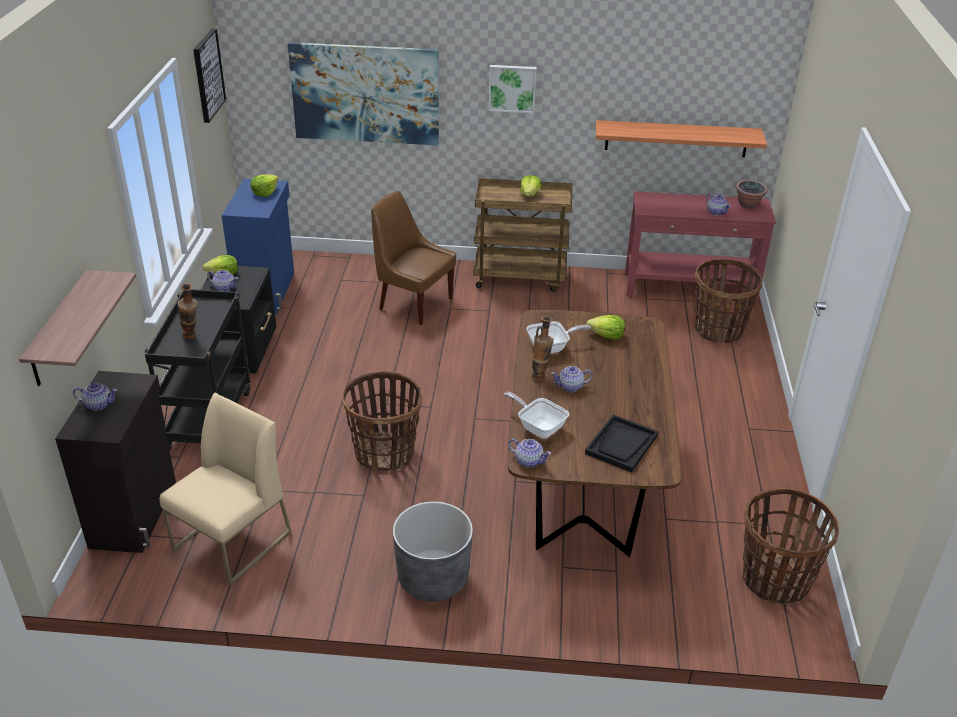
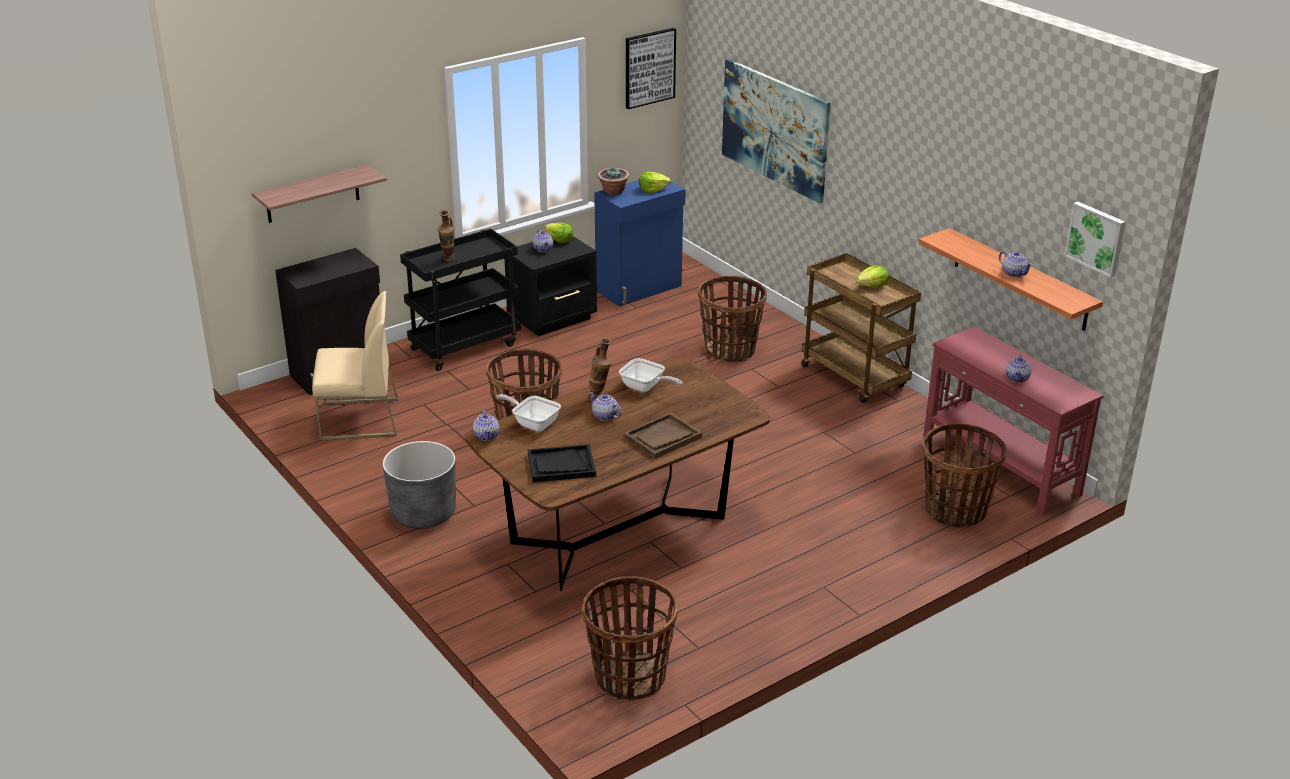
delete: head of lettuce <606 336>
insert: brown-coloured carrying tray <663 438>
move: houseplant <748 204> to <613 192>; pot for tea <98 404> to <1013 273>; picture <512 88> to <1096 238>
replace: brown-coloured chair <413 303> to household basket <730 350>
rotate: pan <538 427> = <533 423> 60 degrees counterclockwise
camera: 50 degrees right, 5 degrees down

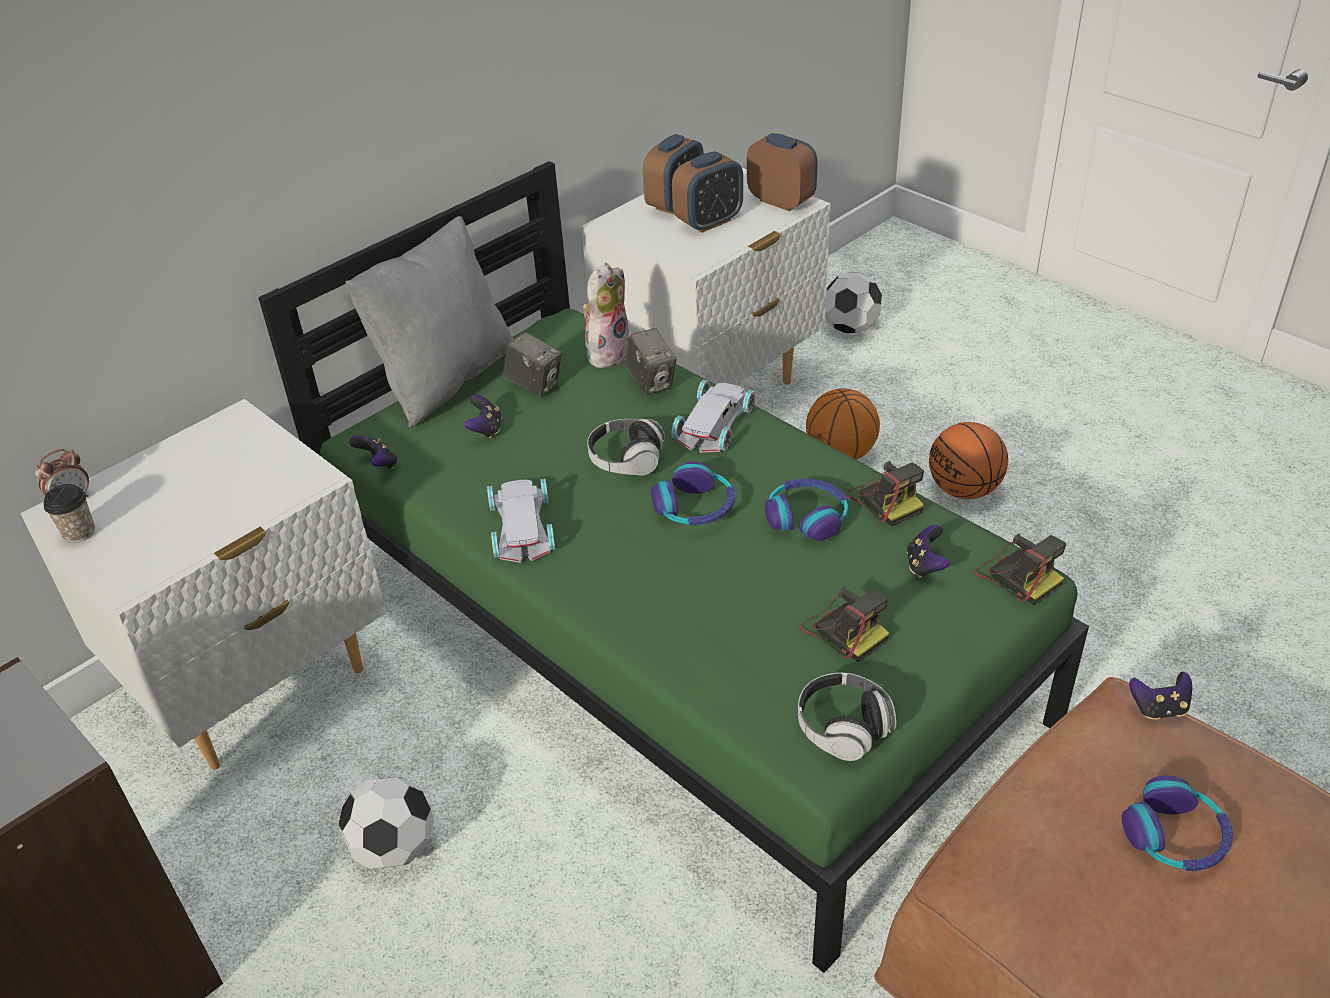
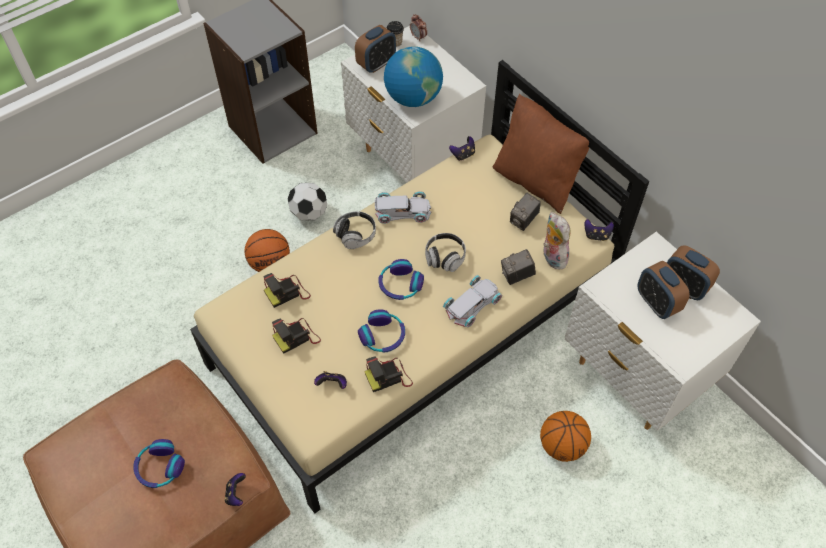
delete: football ball <850 328>
insert: world globe <413 98>
move: ball for basketball <964 489> to <270 264>; still camera <1017 575> to <287 292>; pair of headphones <843 728> to <356 235>; bedside clock <781 201> to <376 64>; joypad <486 429> to <596 235>
recolor: green bedroom bed <674 636> to beige bedroom bed <412 330>; gray throw pillow <445 379> to brown-coloured throw pillow <536 181>
rotate: whitish model car <716 422> = <473 304> 75 degrees counterclockwise; soft toy <607 352> = <552 257> 150 degrees counterclockwise
camera: 95 degrees right, 15 degrees up

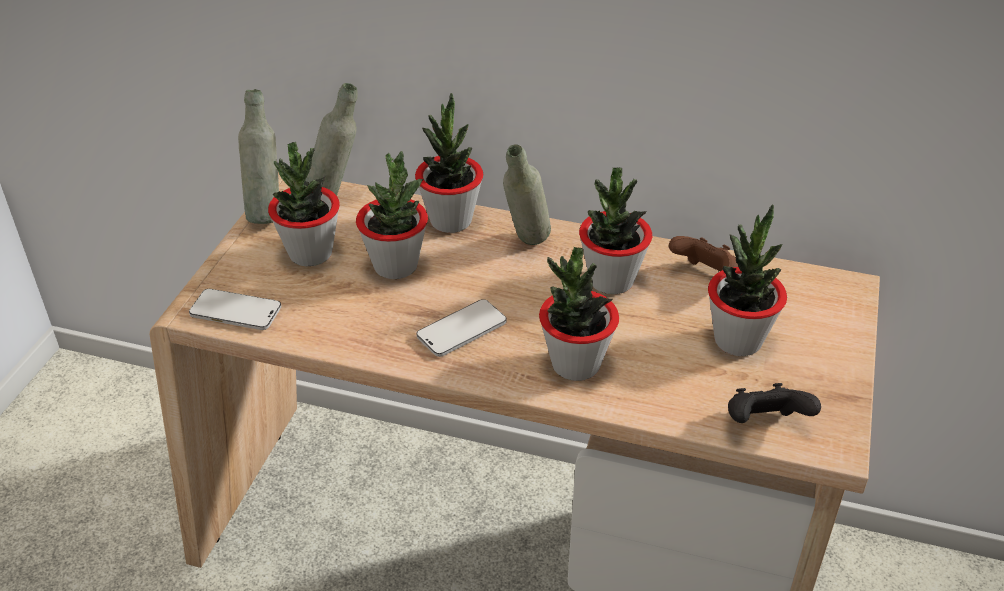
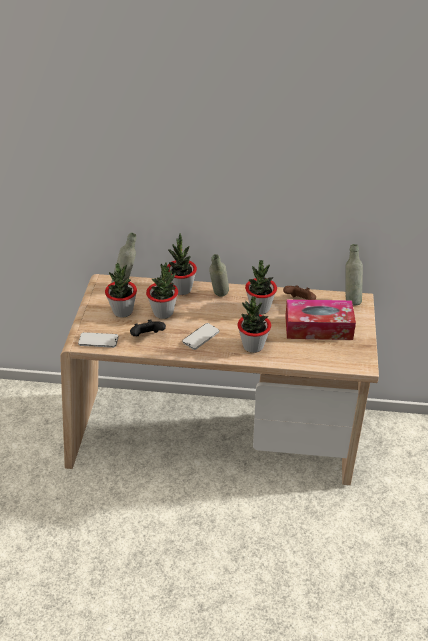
move: black-coloured joypad <764 424> to <147 337>; gray drink bottle <266 213> to <350 300>
replace: houseplant <738 340> to box of tissues <318 327>
camera: 10 degrees left, 0 degrees up

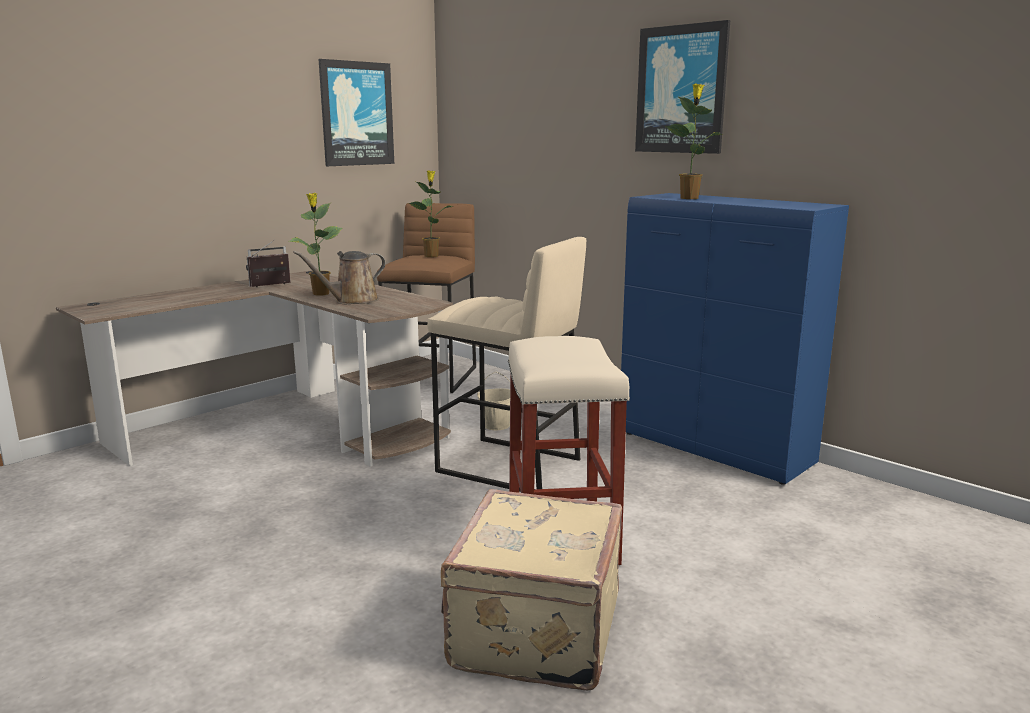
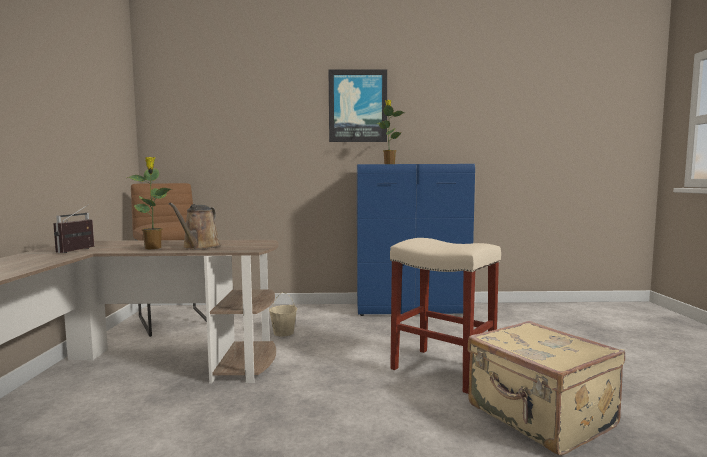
delete: picture <356 114>; houseplant <431 256>; beige stool seat <508 466>
camera: 45 degrees left, 10 degrees down

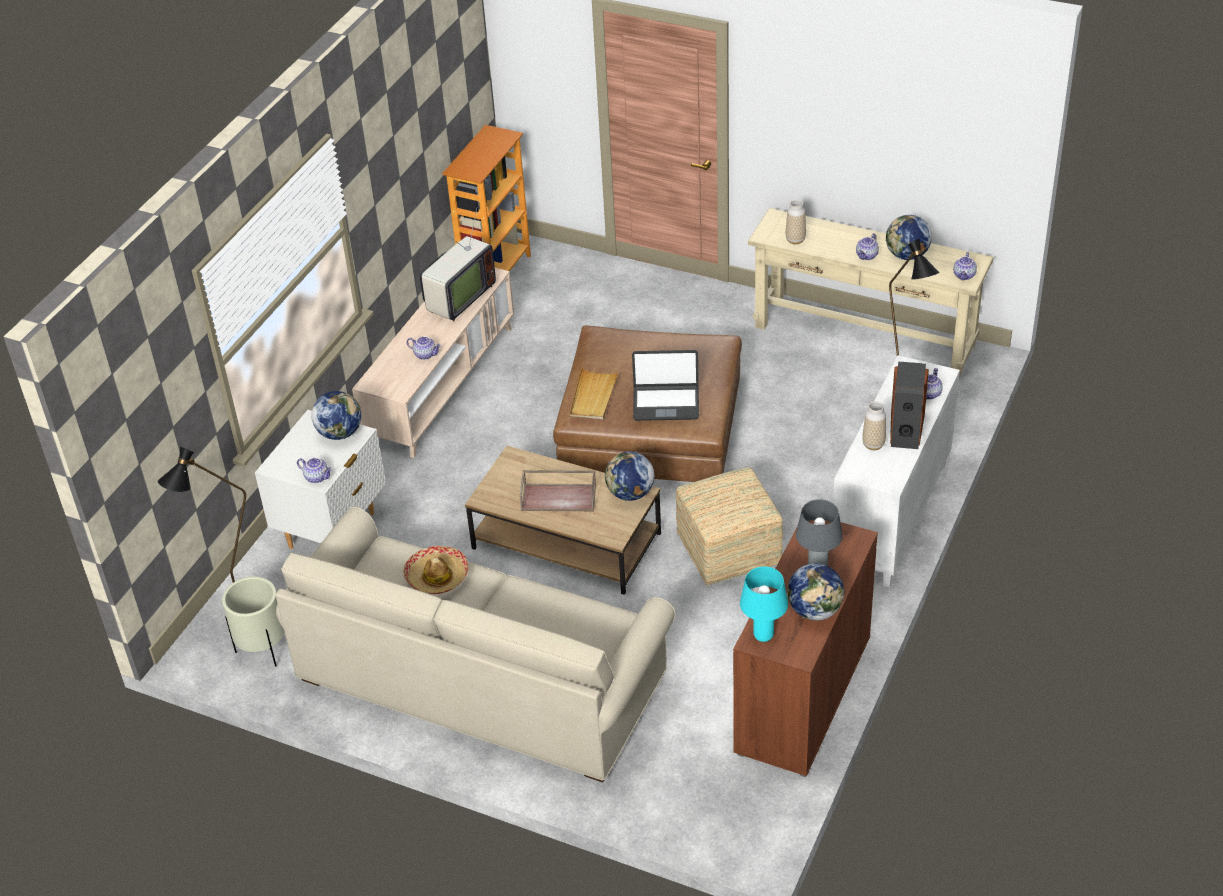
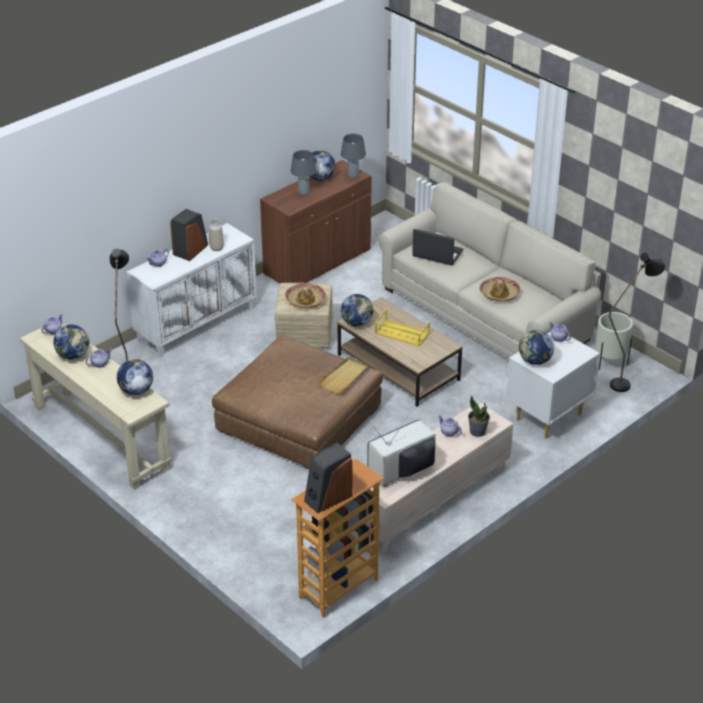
insert: clothing hat <305 300>; speaker <328 497>; houseplant <477 431>
move: portable computer <666 403> to <437 254>
replace: decorative vase <795 240> to world globe <136 391>
recolor: blue-green tabletop lamp <764 636> to gray tabletop lamp <352 176>; brown-coloured carrying tray <559 497> to yellowish carrying tray <401 333>
camera: 160 degrees left, 5 degrees down

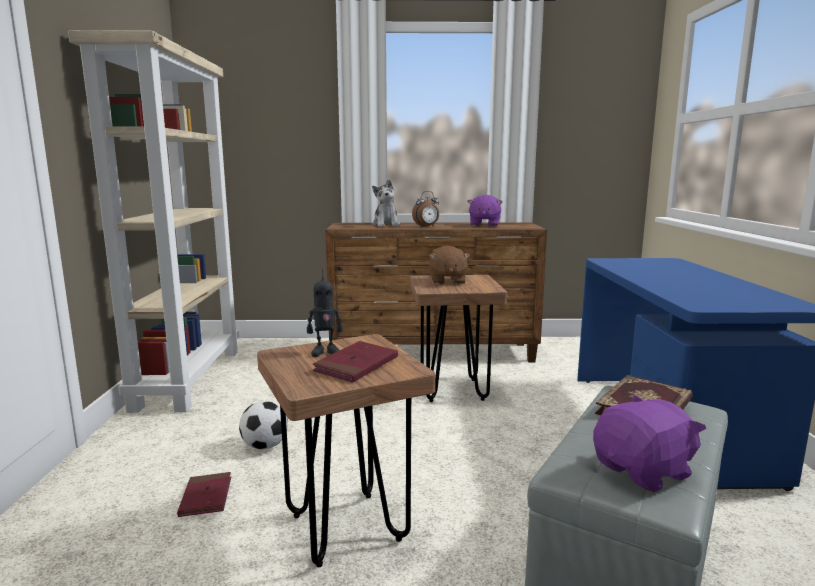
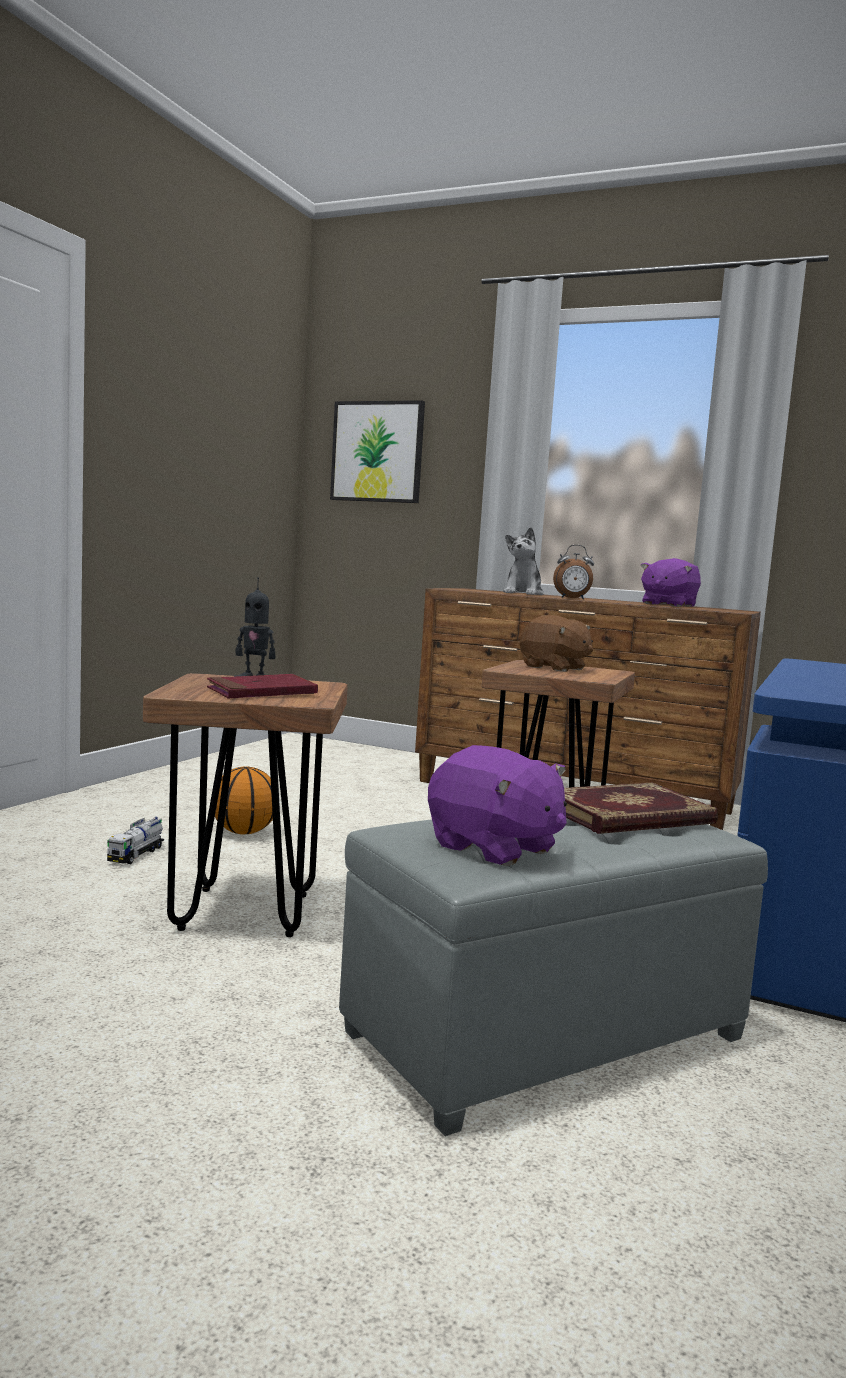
delete: beige shelving unit <188 377>
insert: picture <377 452>
replace: reddish volume <206 497> to toy lorry <136 854>; football ball <265 446> to ball for basketball <244 832>
rotate: purple soft toy <644 471> = <494 848> 45 degrees clockwise; brown-coloured soft toy <447 281> = <554 668> 75 degrees counterclockwise
camera: 25 degrees right, 5 degrees down

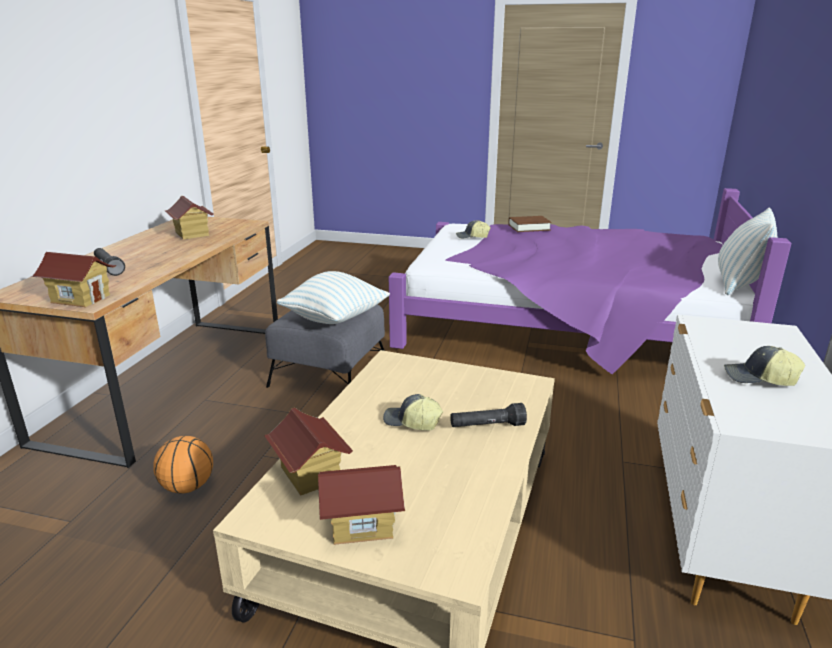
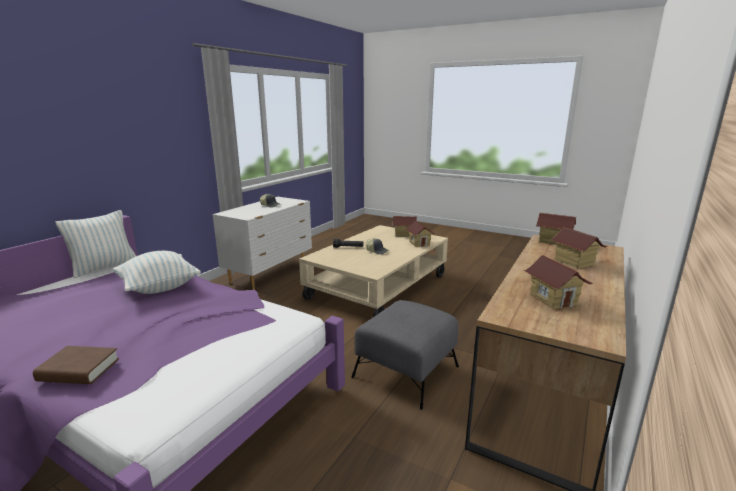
delete: ball for basketball <187 486>; baseball cap <472 237>
move: throw pillow <335 319> to <159 288>
replace: black-coloured hand torch <109 268> to toy house <574 262>
camera: 165 degrees left, 5 degrees down

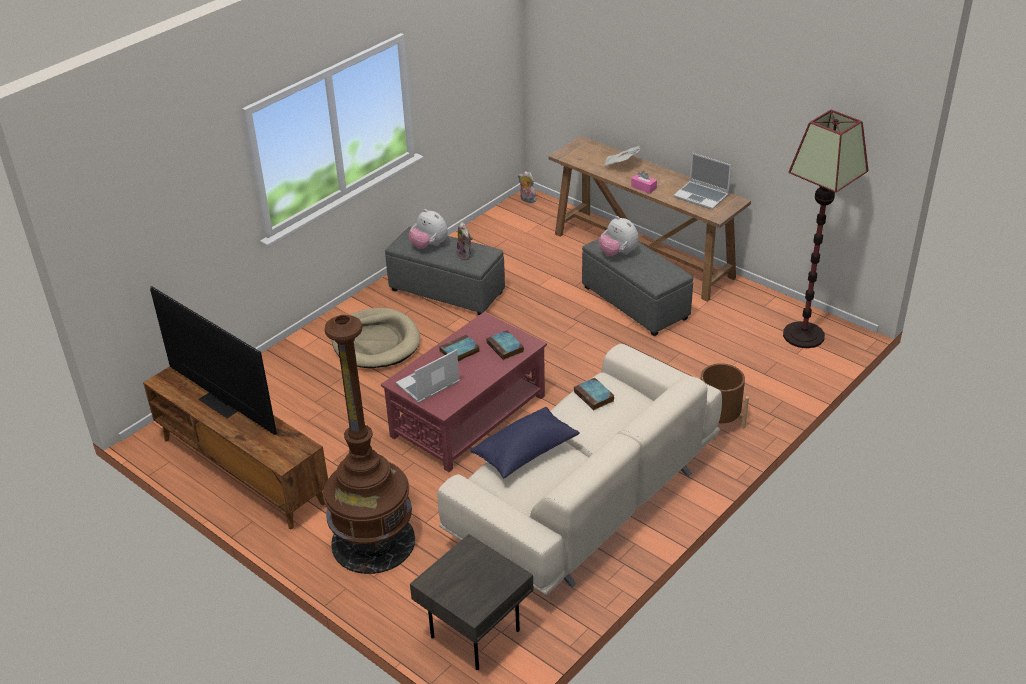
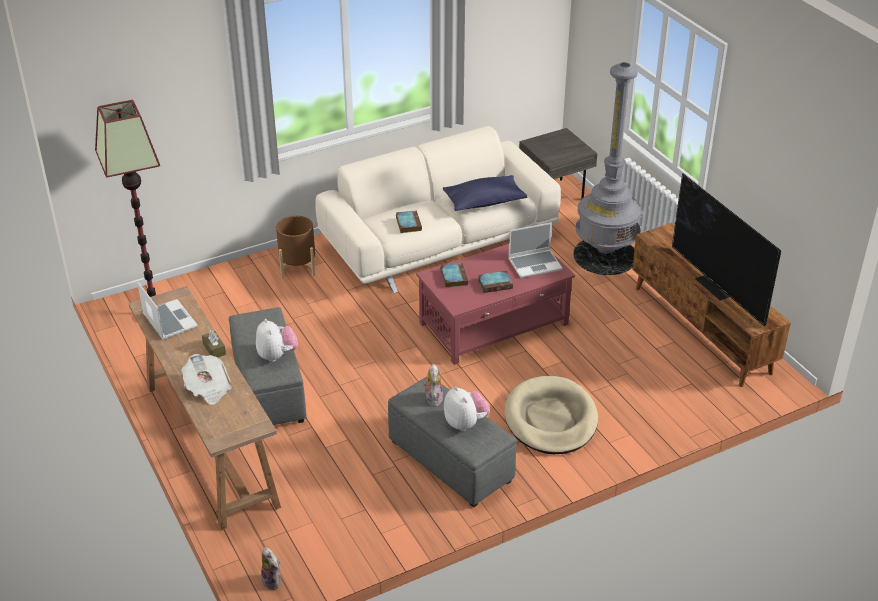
recolor: pink box of tissues <643 187> to brown-coloured box of tissues <214 349>; brown-coloured floor lamp <373 541> to gray floor lamp <605 256>
camera: 160 degrees left, 0 degrees up

